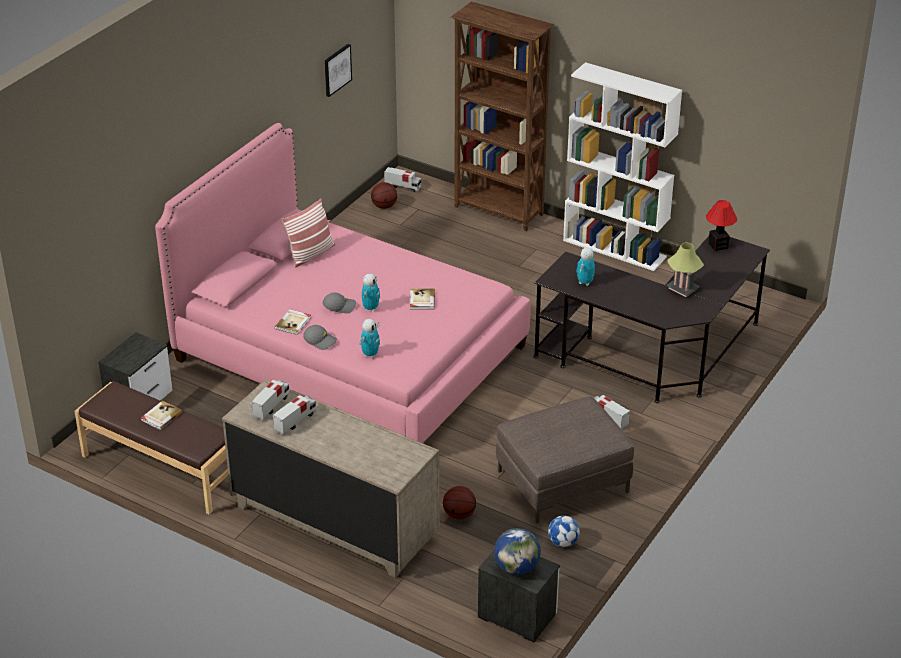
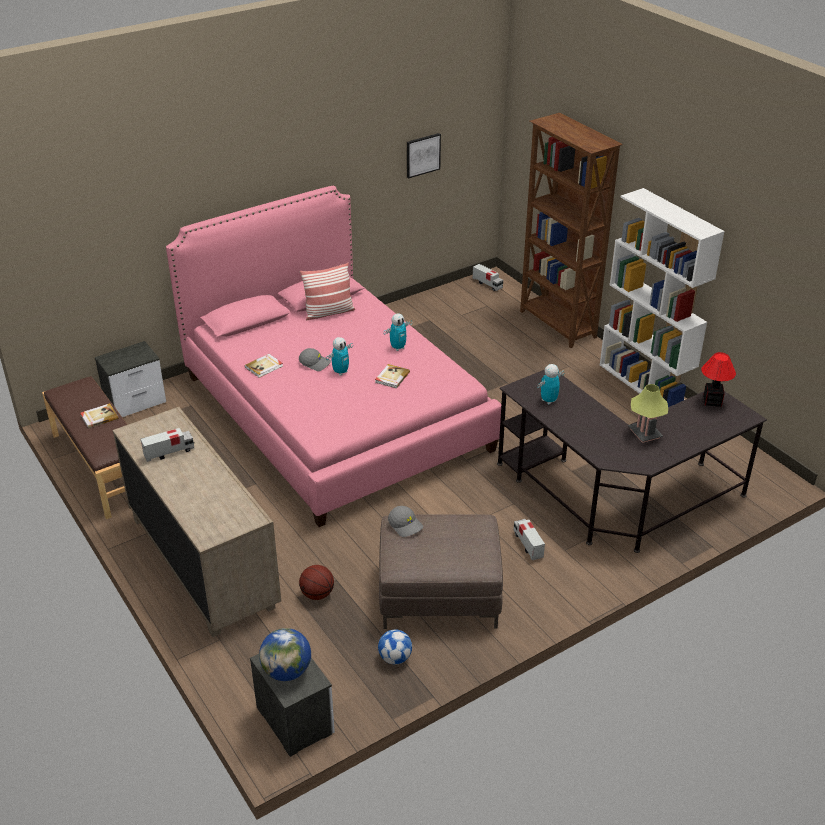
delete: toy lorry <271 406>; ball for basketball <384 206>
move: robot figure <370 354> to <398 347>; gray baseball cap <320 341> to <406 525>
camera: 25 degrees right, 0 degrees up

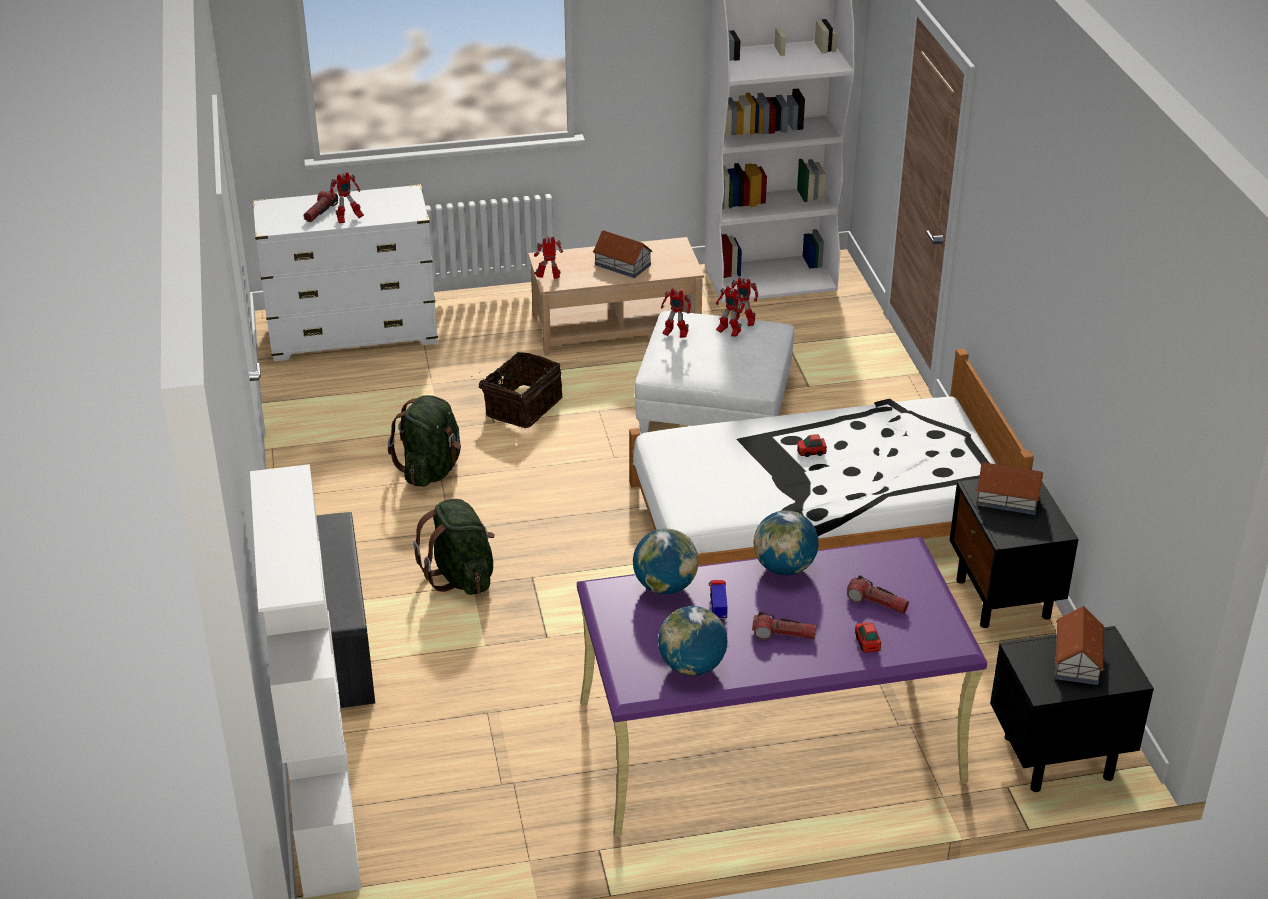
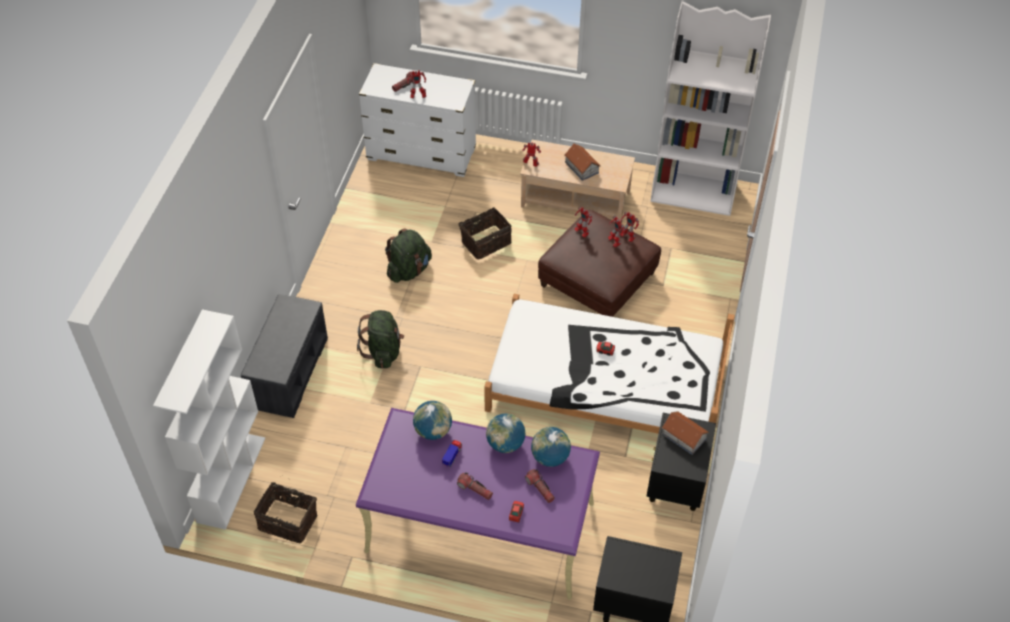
delete: toy house <1076 660>
insert: household basket <288 520>
move: world globe <692 666> to <550 457>
recolor: whitish footrest <715 403> to brown-coloured footrest <598 279>
camera: 25 degrees right, 15 degrees up

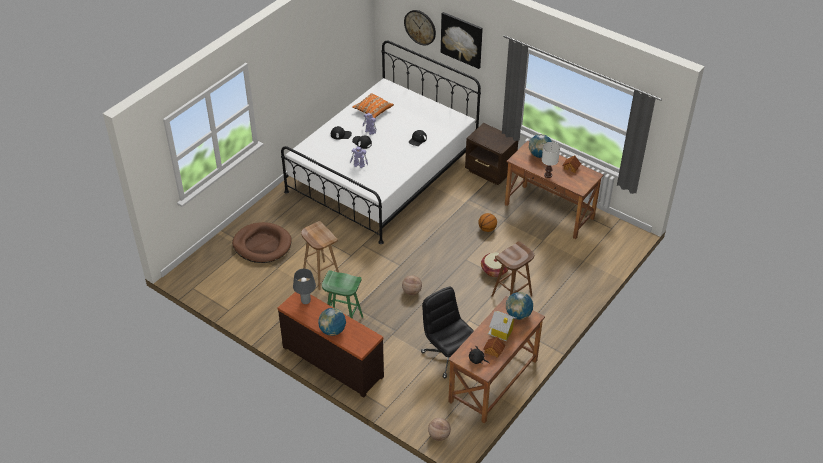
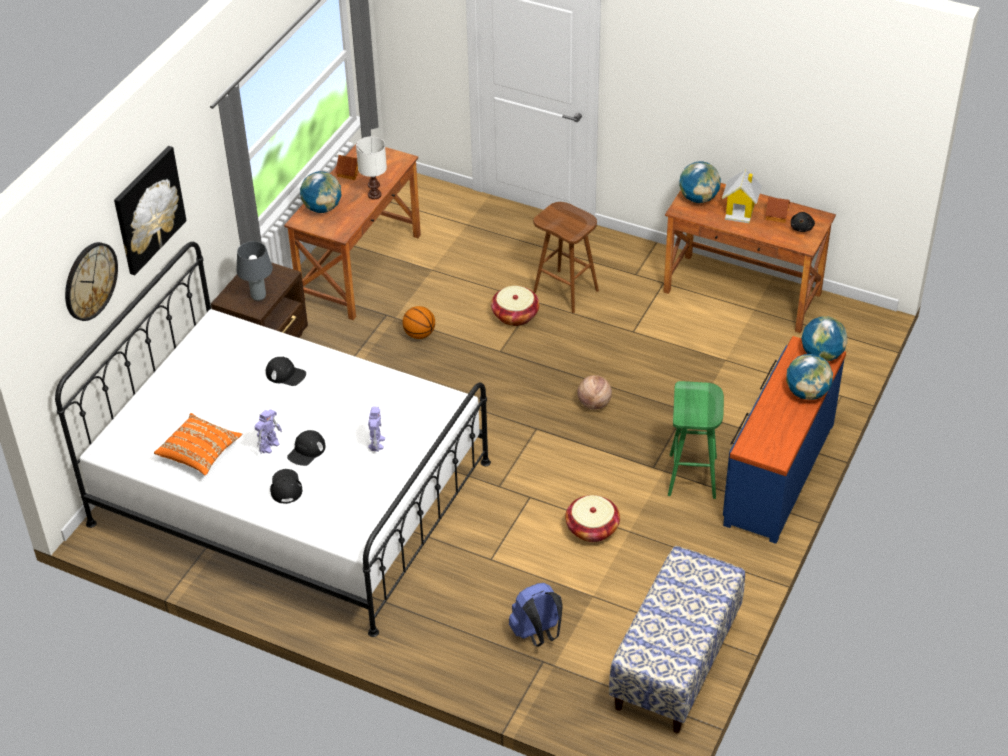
delete: black-coloured desk chair <448 356>; ball for basketball <439 435>
insert: long seat <676 663>; world globe <822 355>
move: gray tabletop lamp <306 301> to <258 296>
replace: brown-coloured pet bed <262 245> to blue knapsack <537 634>; brown-coloured stool seat <321 275> to household basket <592 528>
recolor: brown-coloured chest of drawers <333 361> to blue chest of drawers <777 473>
camera: 100 degrees left, 0 degrees up

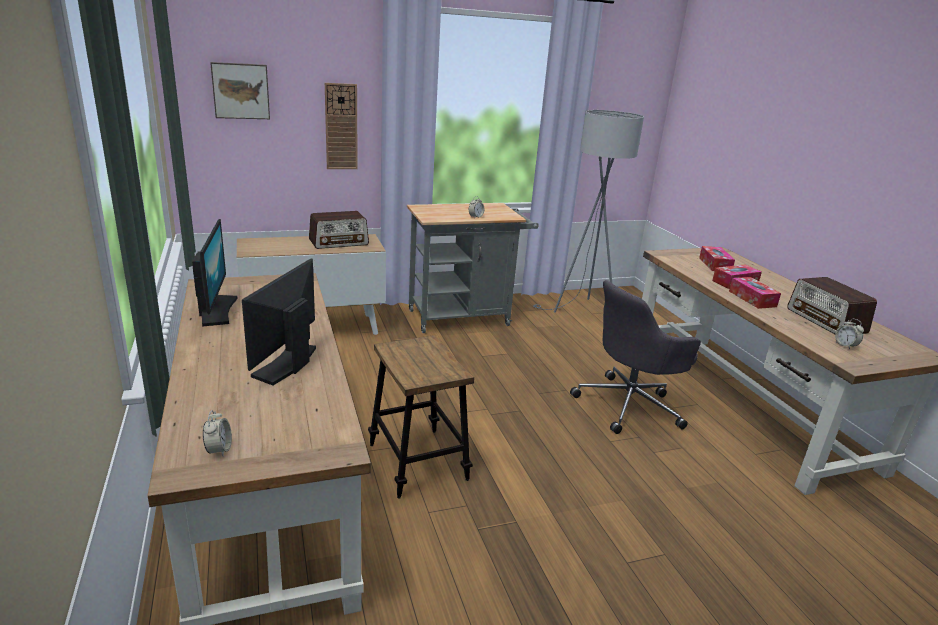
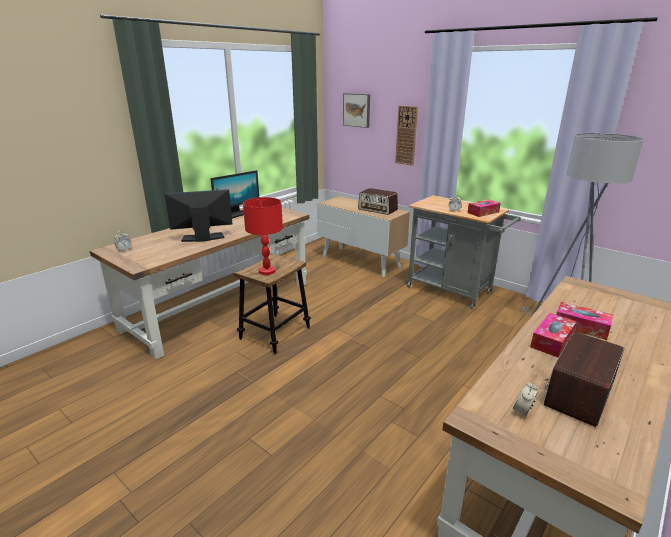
delete: gray desk chair <629 405>
insert: reddish tabletop lamp <267 271>
move: box of tissues <715 264> to <483 212>
camera: 60 degrees right, 0 degrees up

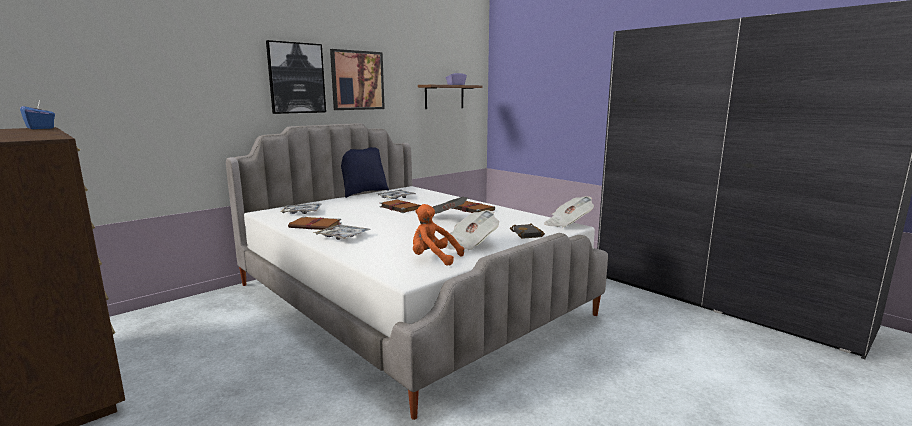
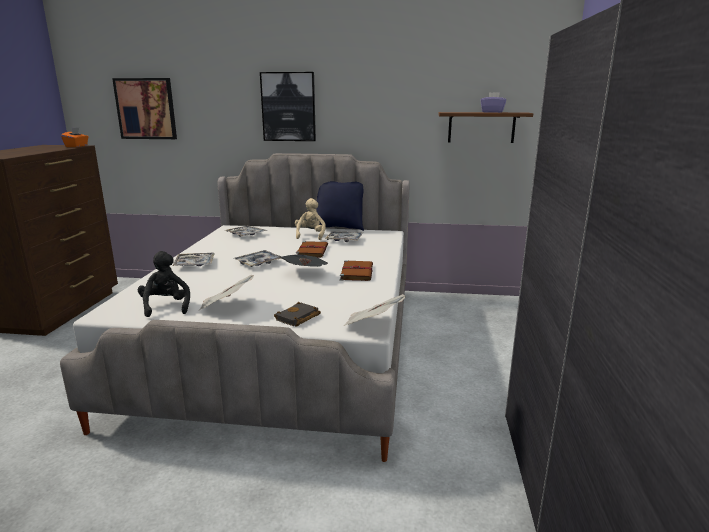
delete: brown-coloured volume <316 226>
insert: carrying tray <258 263>; beige soft toy <310 235>
move: picture <357 80> to <146 109>
recolor: blue box of tissues <41 128> to orangey box of tissues <77 146>; orangey soft toy <433 259> to black-coloured soft toy <166 306>
camera: 50 degrees right, 5 degrees up

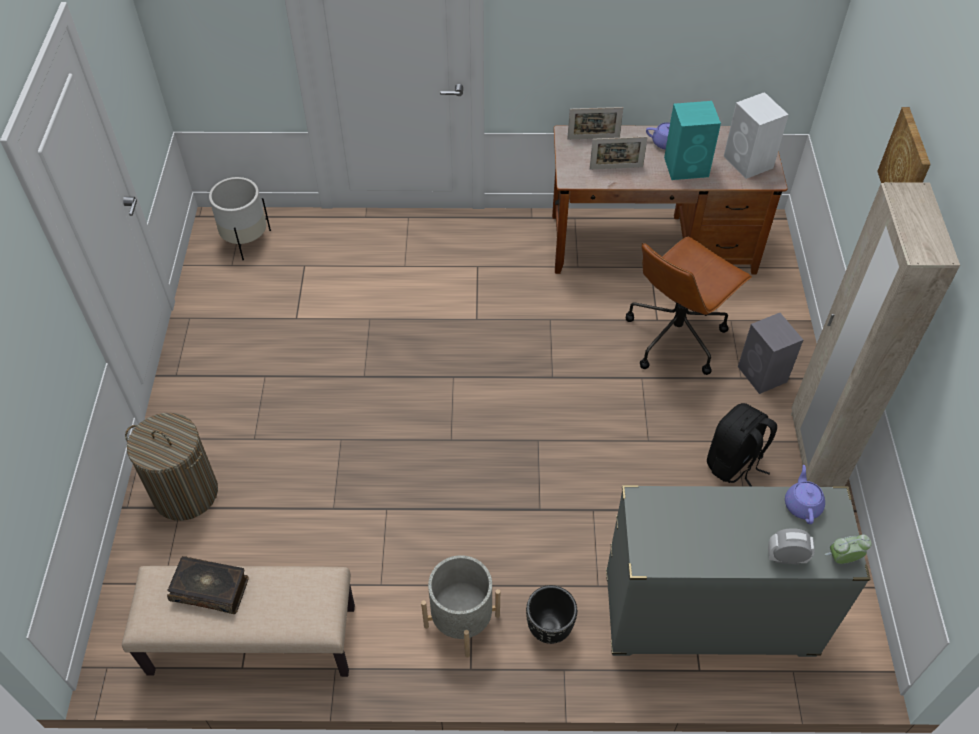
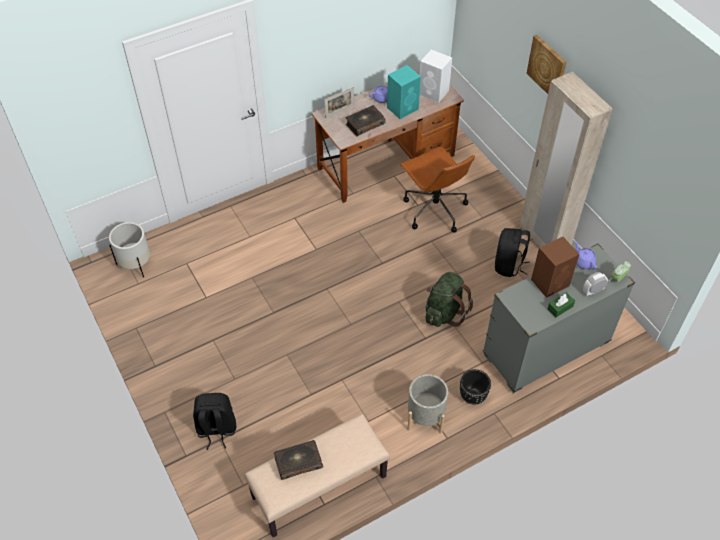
delete: gray speaker <763 375>
insert: green knapsack <444 312>; brown-coloured speaker <550 282>; green box of tissues <560 308>
replace: laundry basket <185 493> to black-coloured knapsack <216 429>; picture frame <616 168> to volume <364 124>
rotate: brown-coloured desk chair <676 336> = <434 209> 45 degrees counterclockwise
camera: 30 degrees left, 0 degrees up

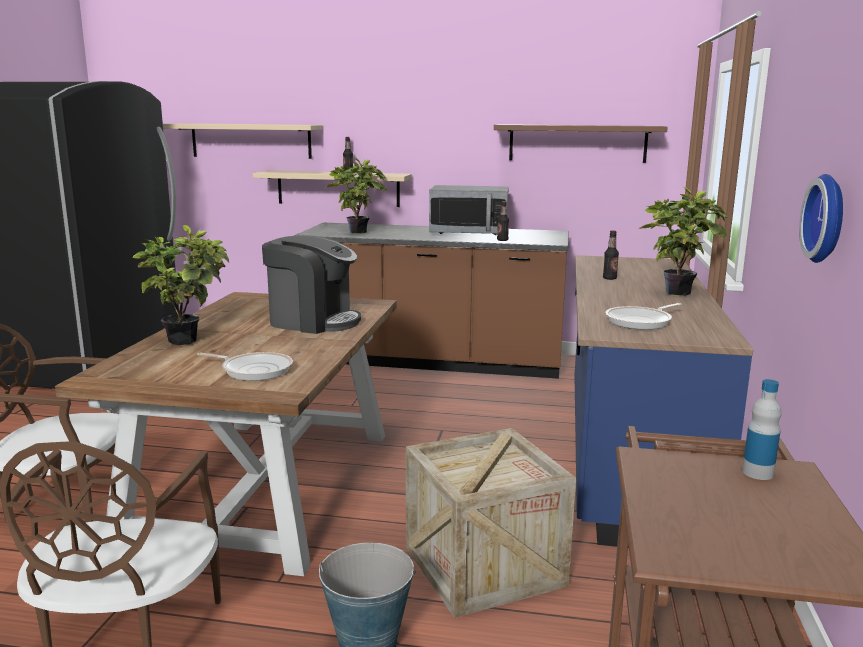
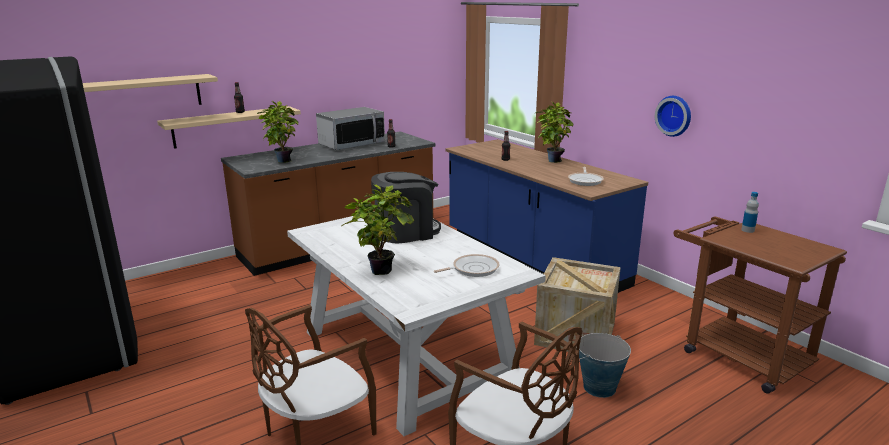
delete: brown-coloured shelf <577 143>
recolor: brown-coloured dinner table <266 484> to whitish dinner table <406 354>
camera: 45 degrees left, 5 degrees up

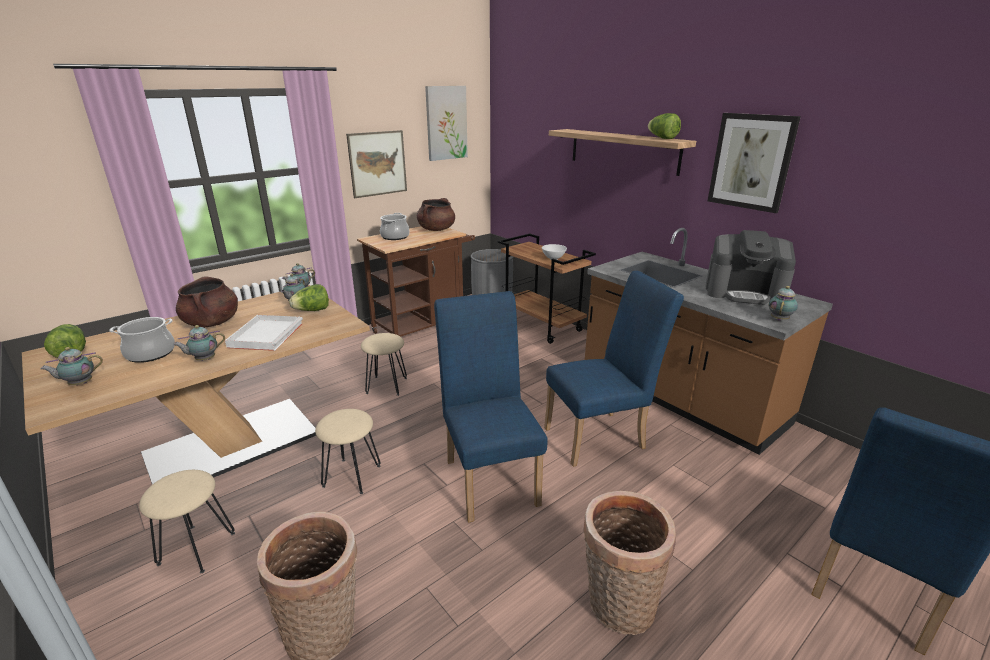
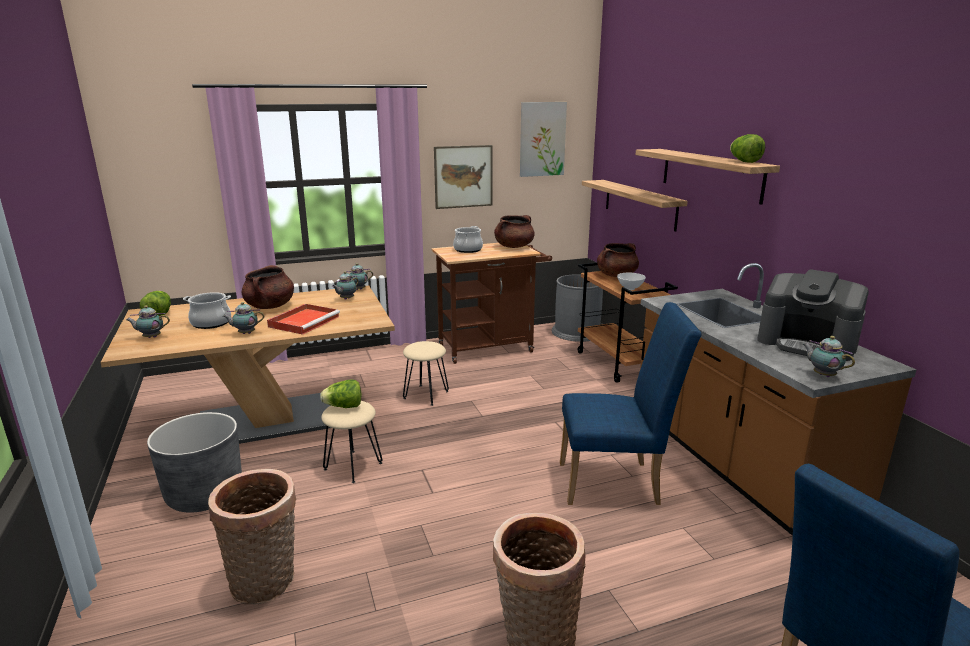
delete: blue chair <490 476>; picture <751 162>
insert: shelf <639 204>; brown-coloured saucepot <616 275>
move: head of lettuce <312 310> to <344 407>
replace: beige stool seat <196 549> to gray plant pot <204 494>
recolor: whitish carrying tray <266 334> to reddish carrying tray <305 321>
rotate: pot for tea <779 319> = <822 375> 90 degrees counterclockwise
camera: 20 degrees right, 5 degrees down

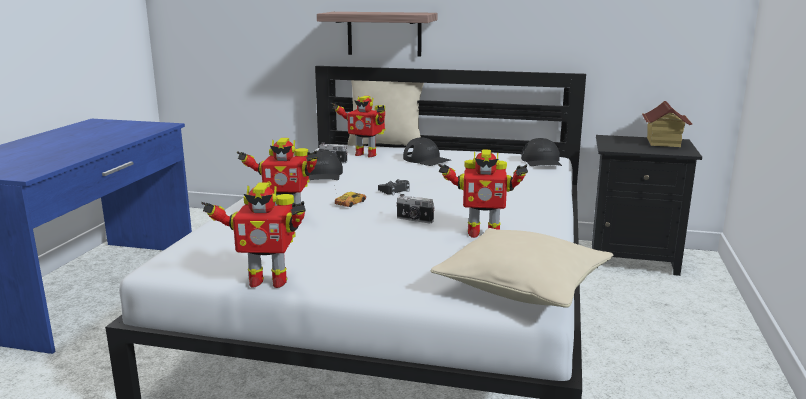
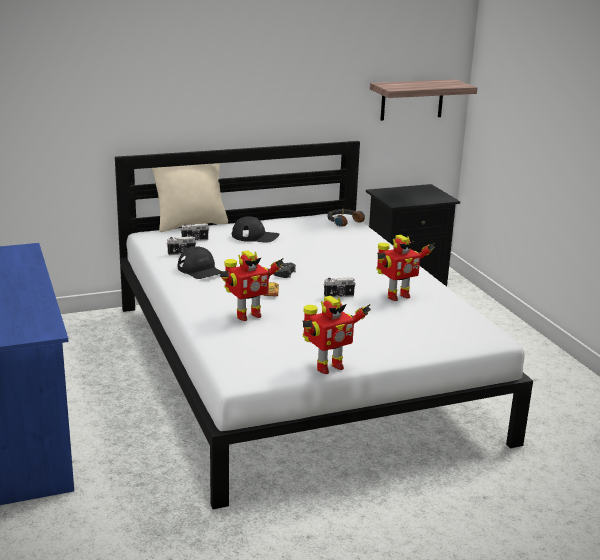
delete: beige throw pillow <522 286>; toy house <662 142>
move: shelf <384 34> to <412 99>
replace: robot figure <365 154> to still camera <195 240>; black-coloured baseball cap <541 161> to pair of headphones <344 221>
camera: 35 degrees left, 5 degrees up

